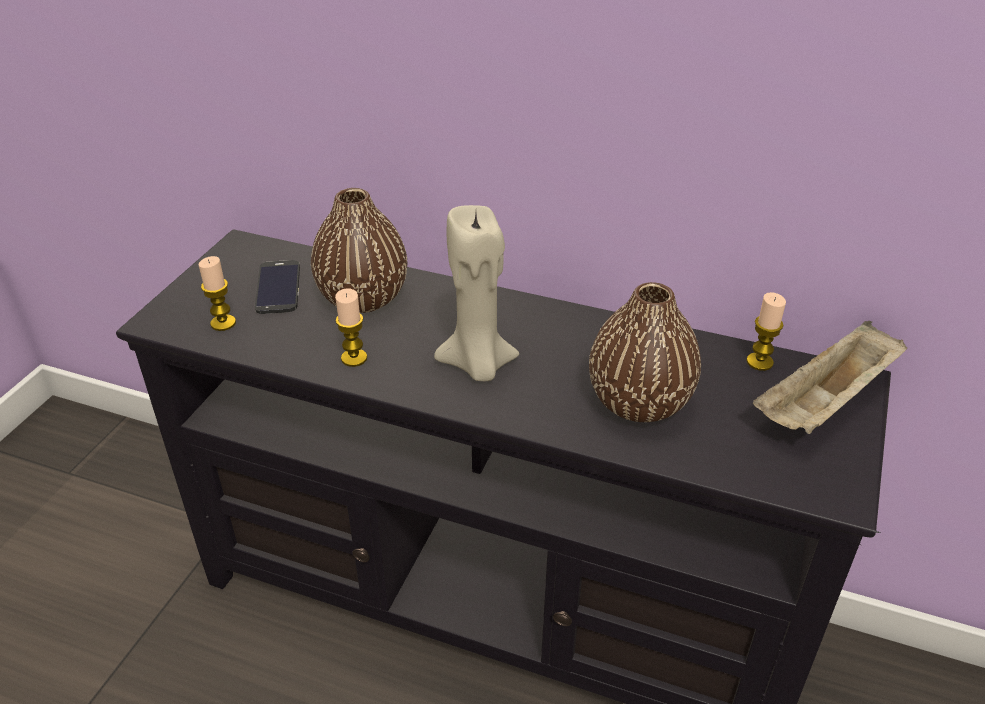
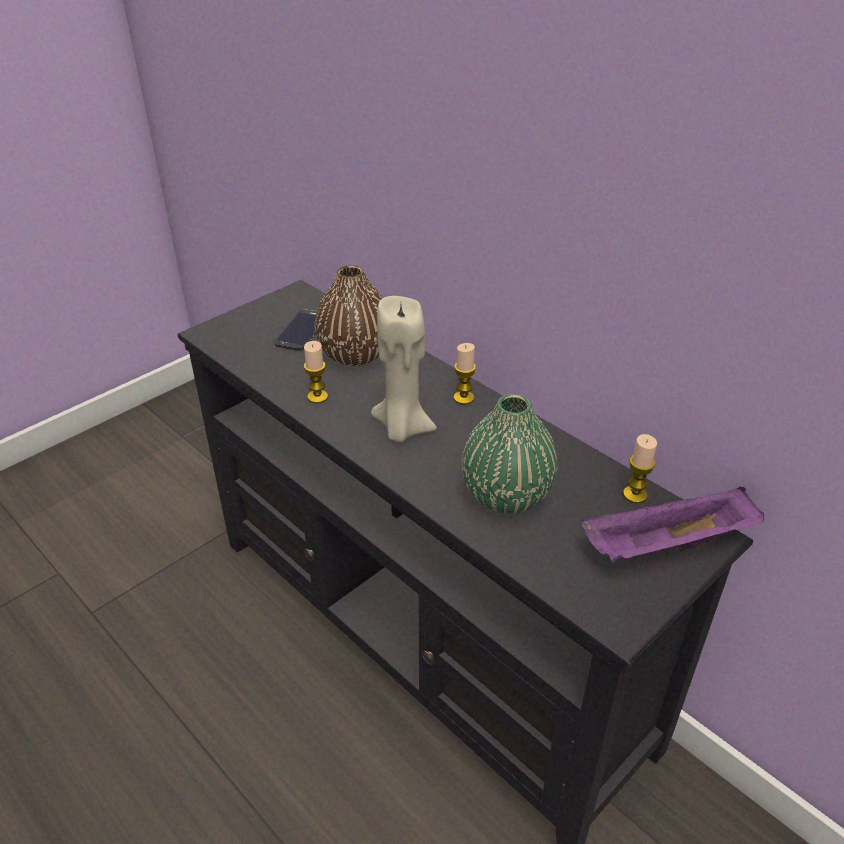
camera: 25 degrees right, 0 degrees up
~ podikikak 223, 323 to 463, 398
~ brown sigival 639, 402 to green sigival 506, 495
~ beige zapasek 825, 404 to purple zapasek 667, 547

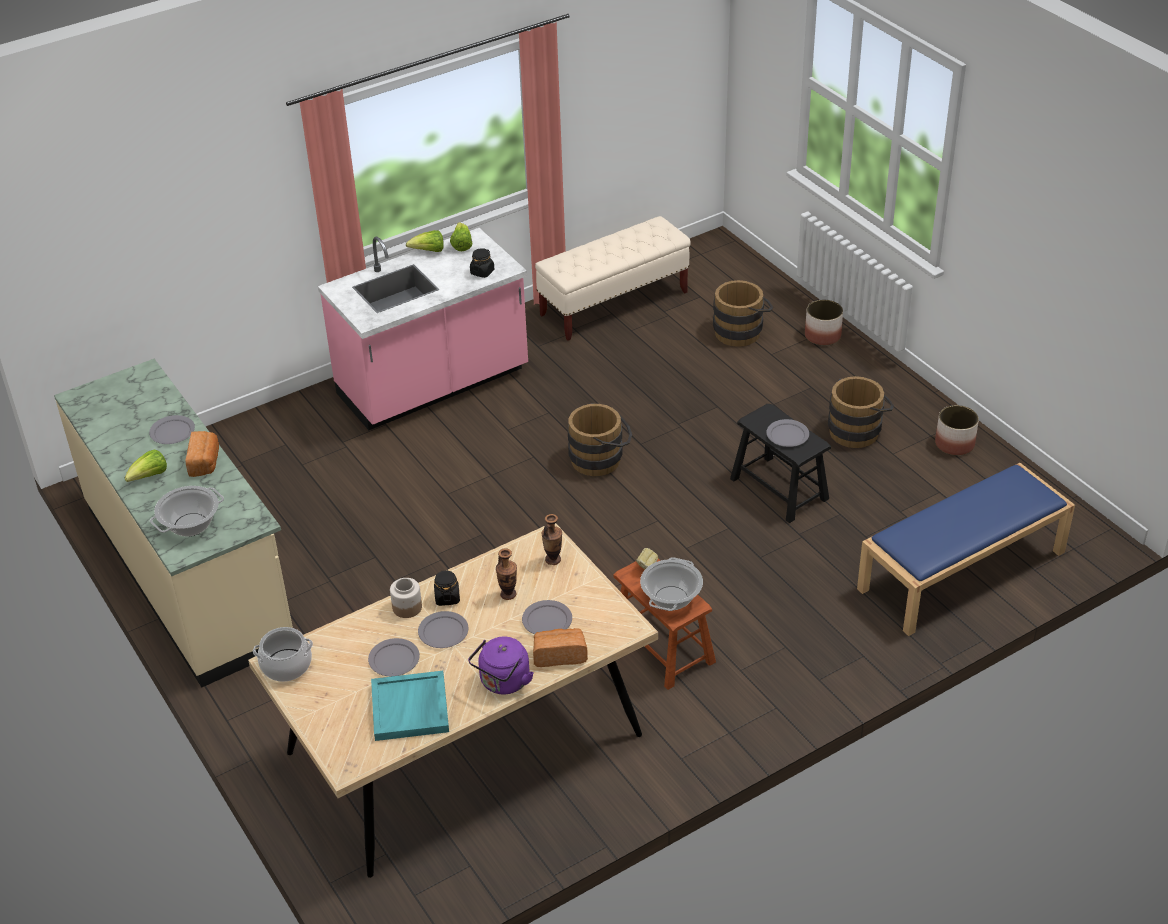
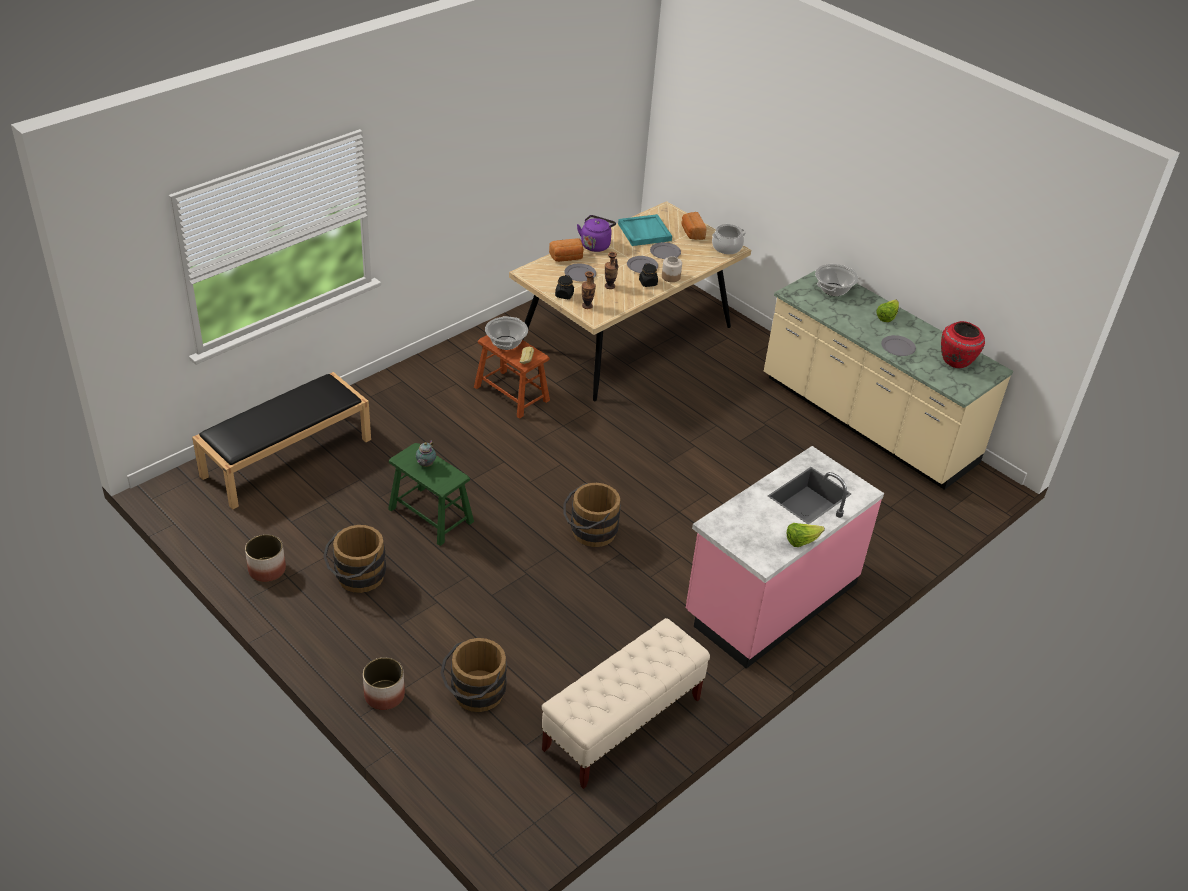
camera: 165 degrees right, 0 degrees up
~ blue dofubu 961, 571 to black dofubu 287, 457
~ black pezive 779, 489 to green pezive 431, 515
~ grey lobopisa 787, 435 to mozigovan 425, 465
~ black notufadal 482, 272 to 564, 295
~ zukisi 205, 462 to 692, 233
+ red sigival 956, 362
- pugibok 461, 245

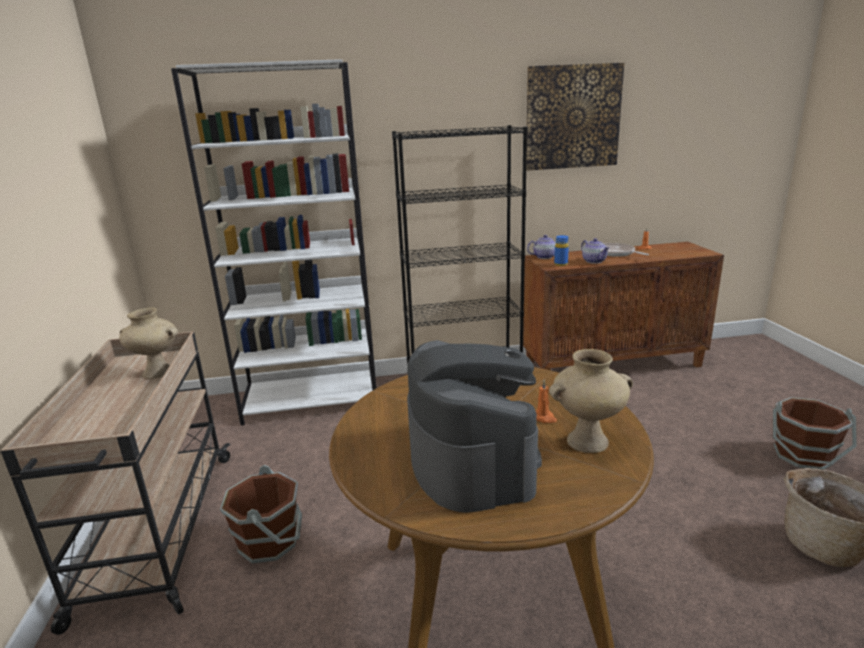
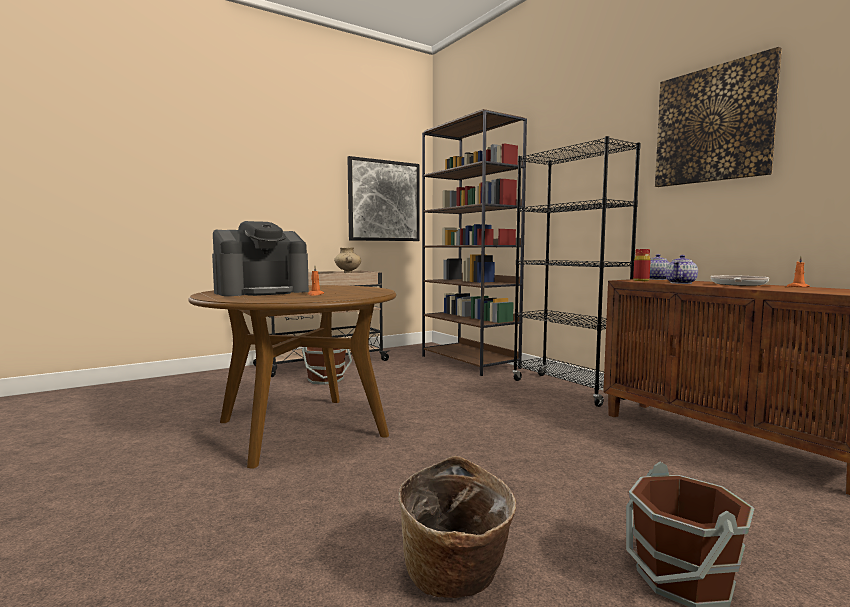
camera: 65 degrees right, 15 degrees down
+ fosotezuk 384, 201
~ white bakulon 312, 400 to brown bakulon 470, 362
~ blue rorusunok 560, 264 to red rorusunok 641, 280
- beige sigival 587, 440

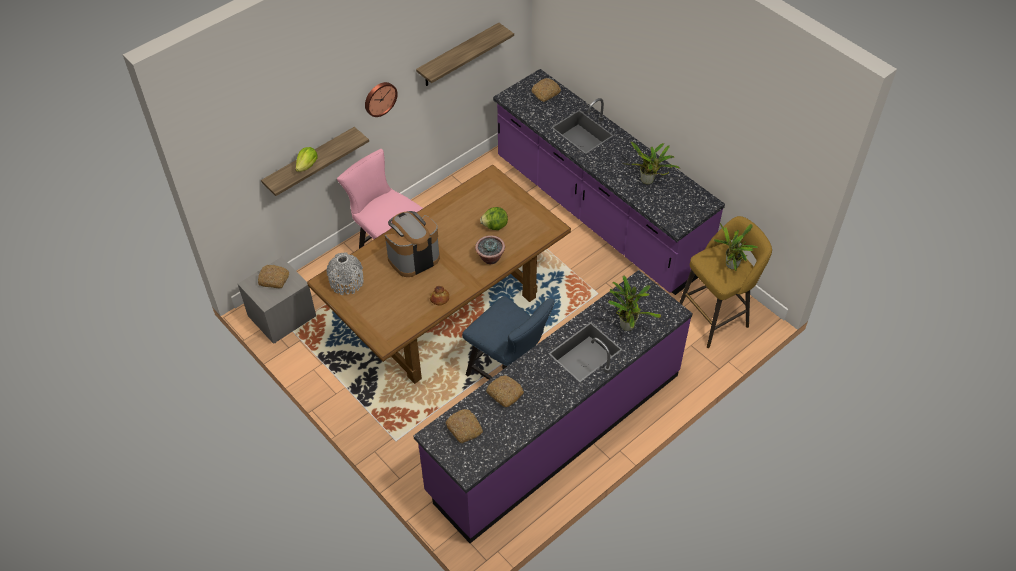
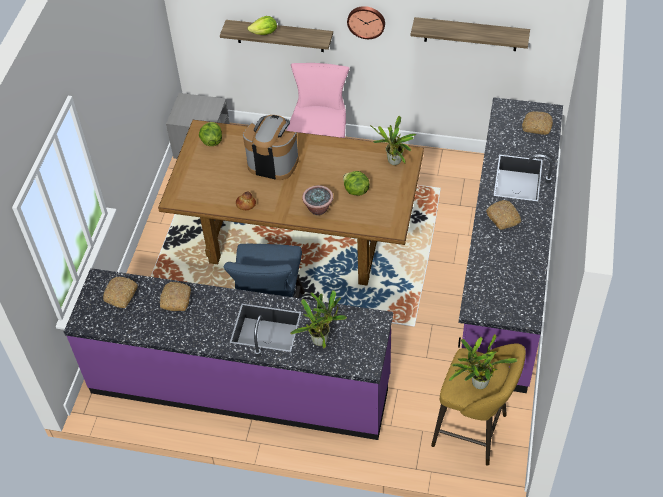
camera: 55 degrees right, 0 degrees up
~ grey sigival 346, 282 to pugibok 211, 141
~ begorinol 648, 181 to 394, 163
~ zukisi 274, 279 to 503, 218

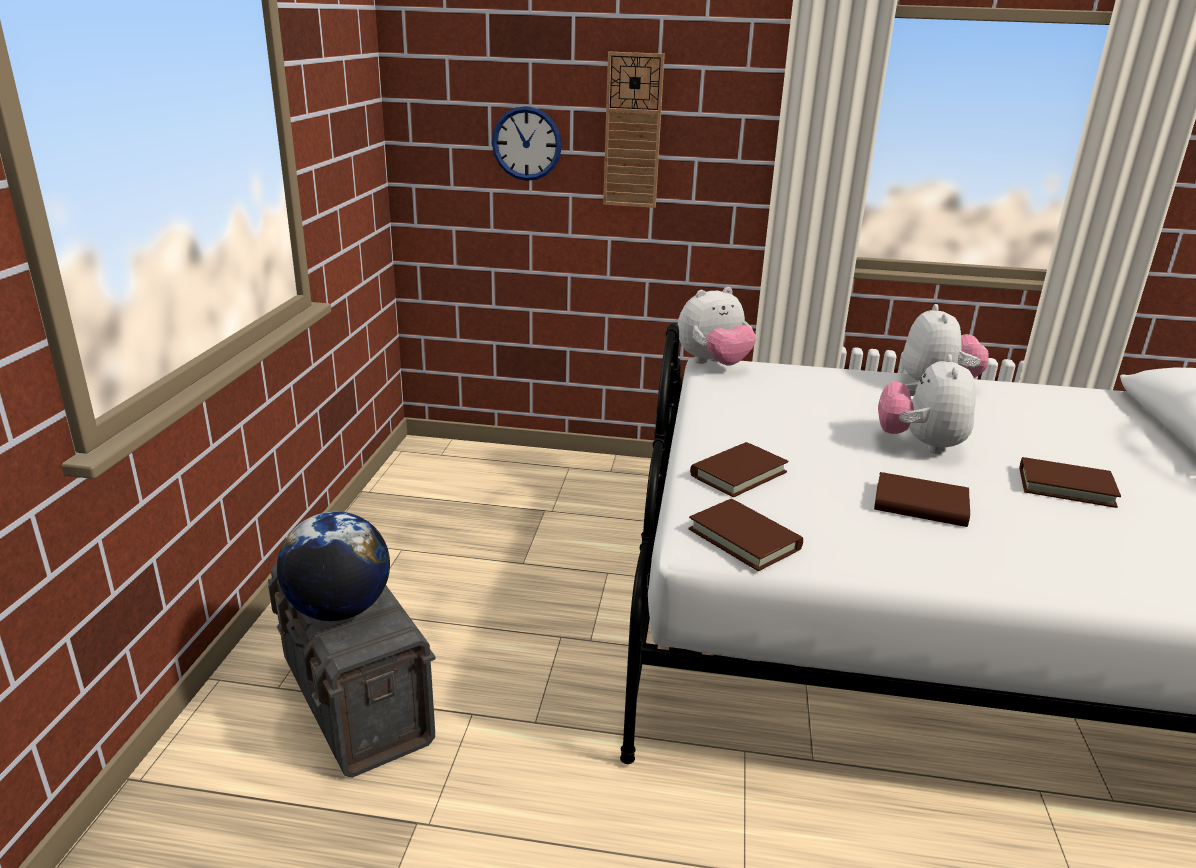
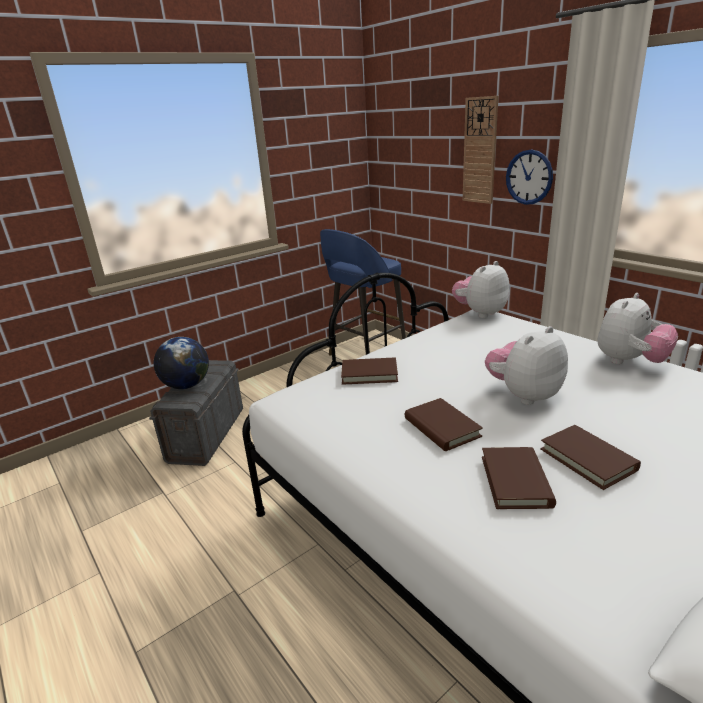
camera: 45 degrees right, 0 degrees up
+ blue pezive 365, 353
~ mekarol 713, 364 = 480, 313 120 degrees clockwise
~ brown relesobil 744, 539 to 516, 481
~ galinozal 526, 143 to 529, 177

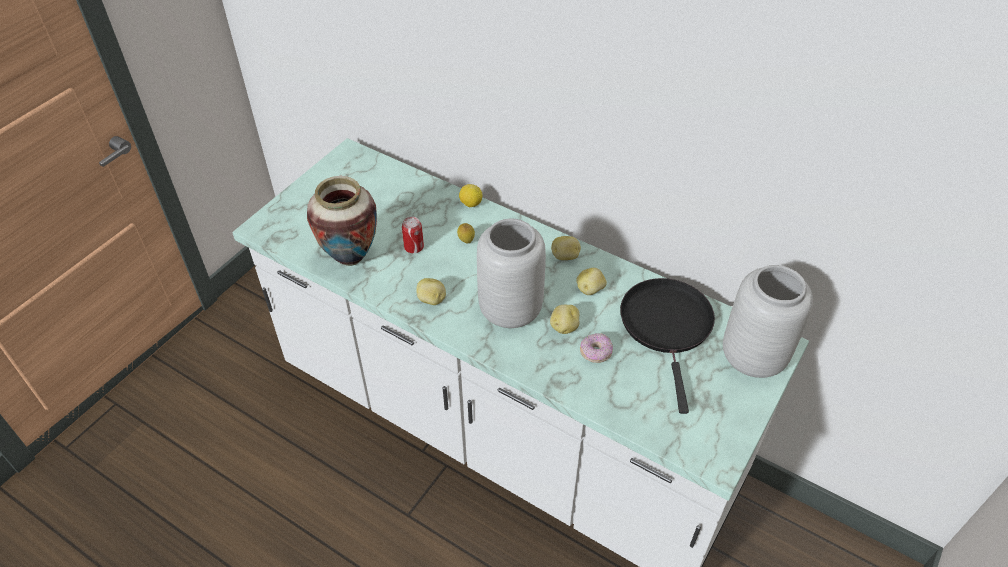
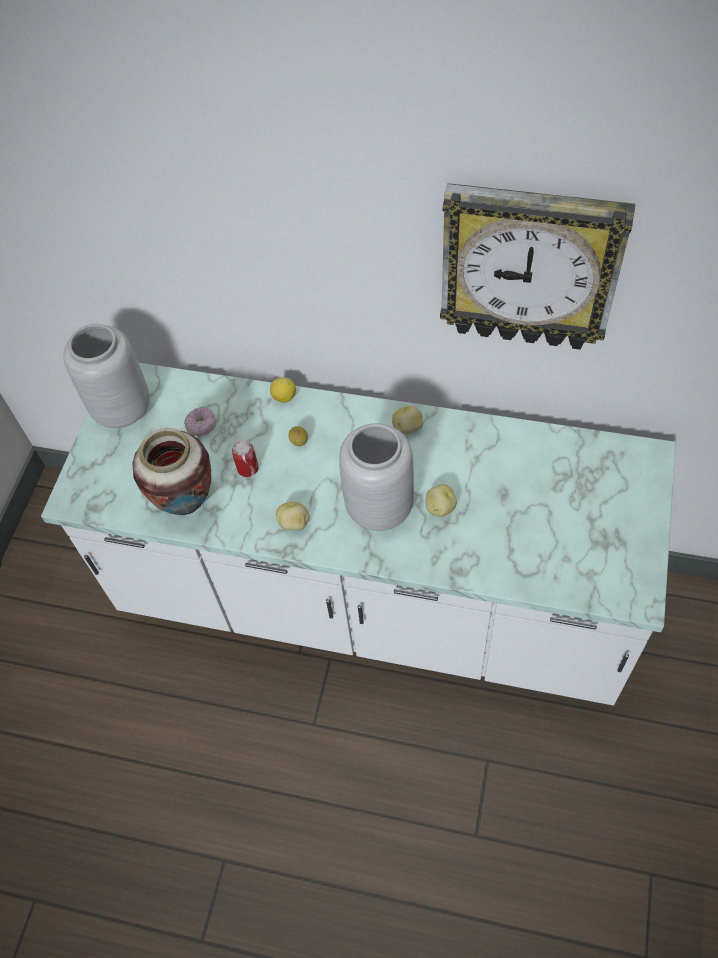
camera: 15 degrees left, 10 degrees up
~ grey sigival 751, 358 to 121, 410
~ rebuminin 596, 353 to 202, 426
+ galinozal 529, 268
- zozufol 590, 289
- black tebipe 667, 326

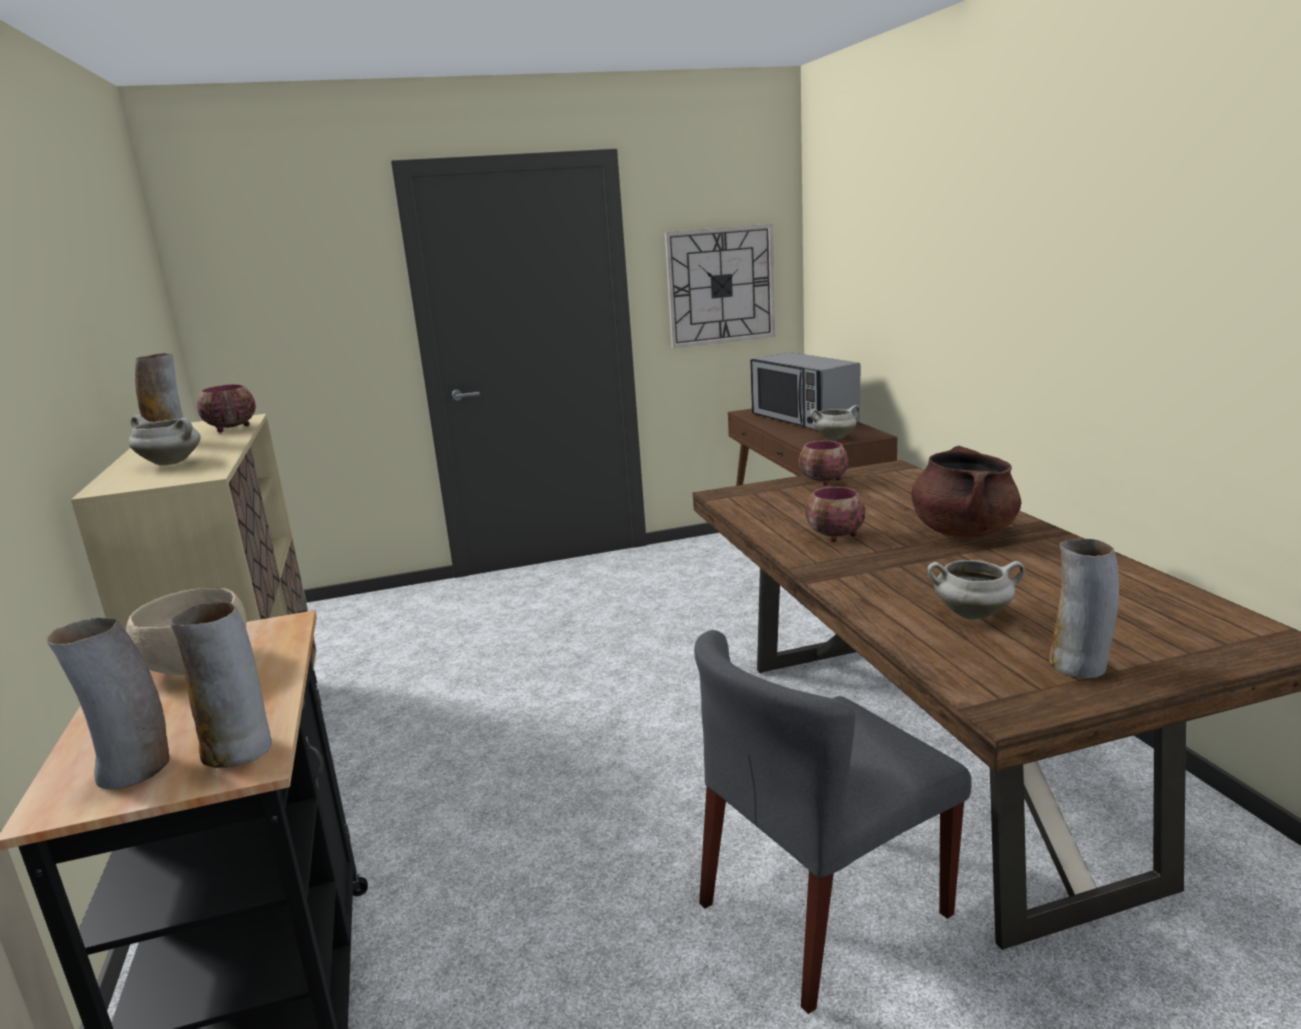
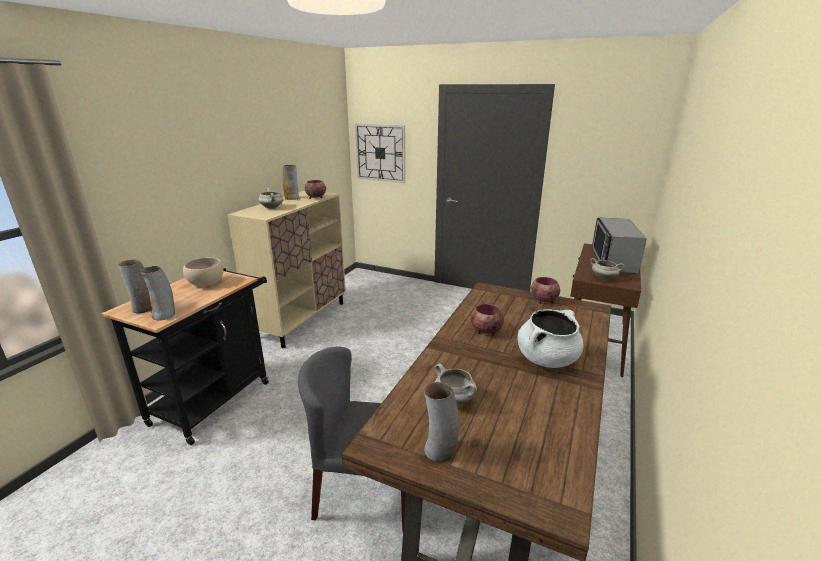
camera: 40 degrees right, 5 degrees up
~ galinozal 720, 286 to 380, 153
~ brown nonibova 963, 531 to white nonibova 547, 359

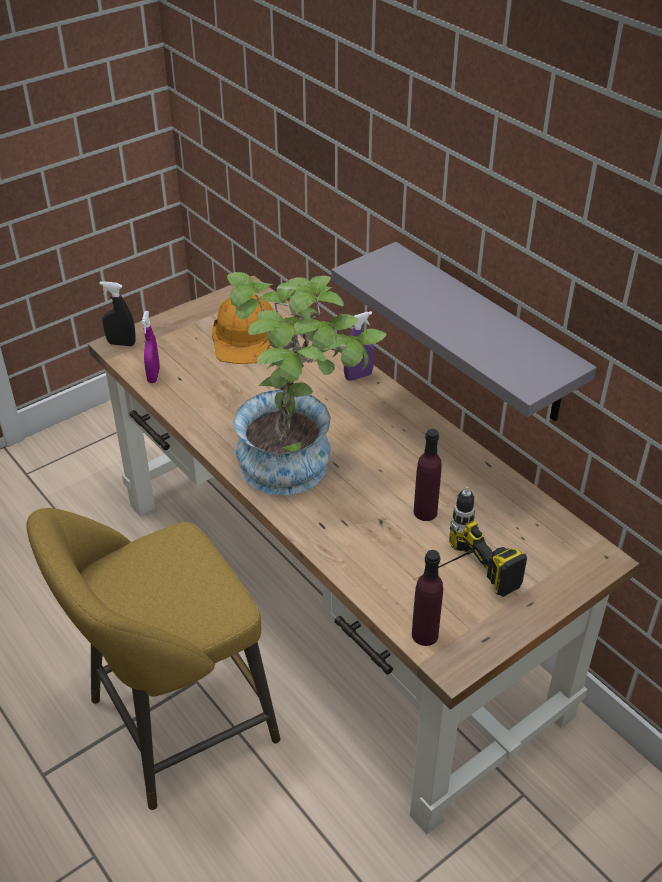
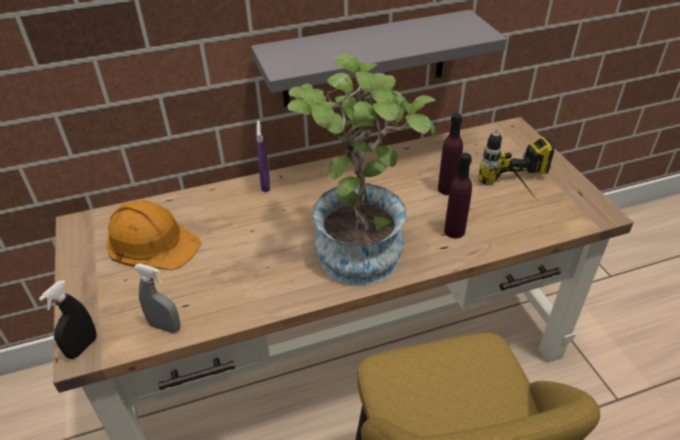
camera: 70 degrees left, 0 degrees up
~ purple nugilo 153, 375 to grey nugilo 165, 326
~ purple rorusunok 424, 635 to 454, 231

